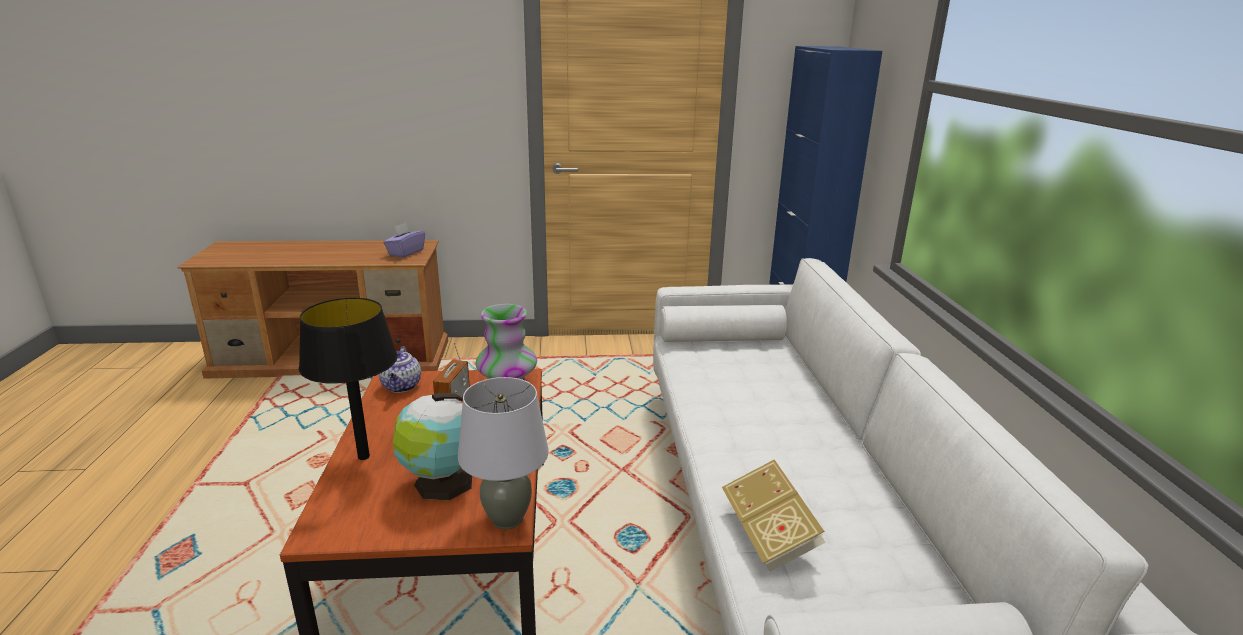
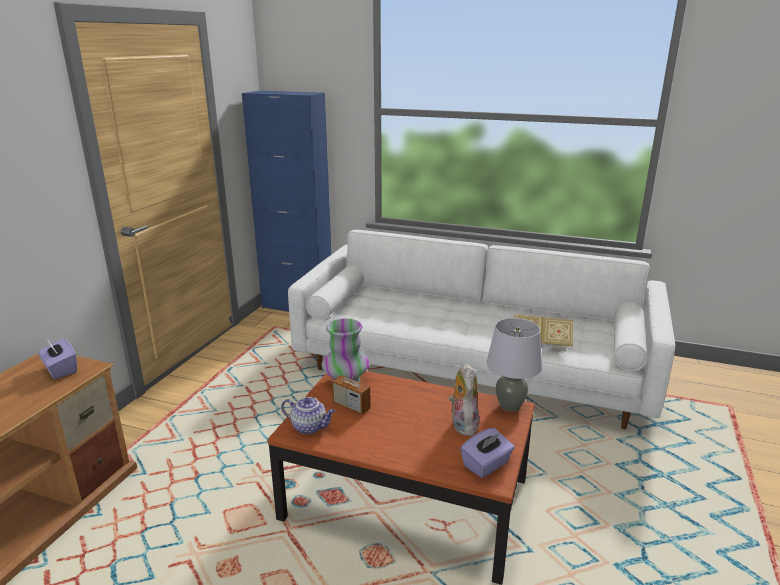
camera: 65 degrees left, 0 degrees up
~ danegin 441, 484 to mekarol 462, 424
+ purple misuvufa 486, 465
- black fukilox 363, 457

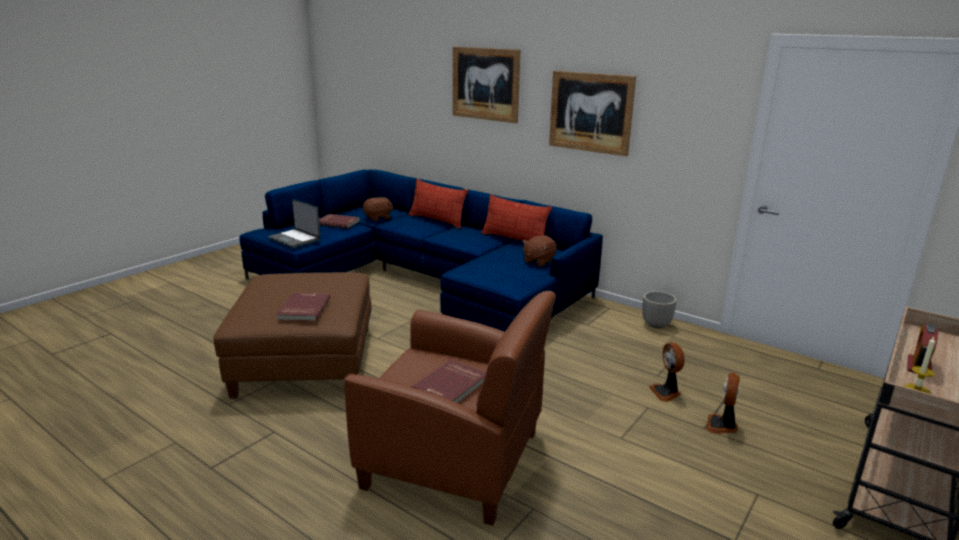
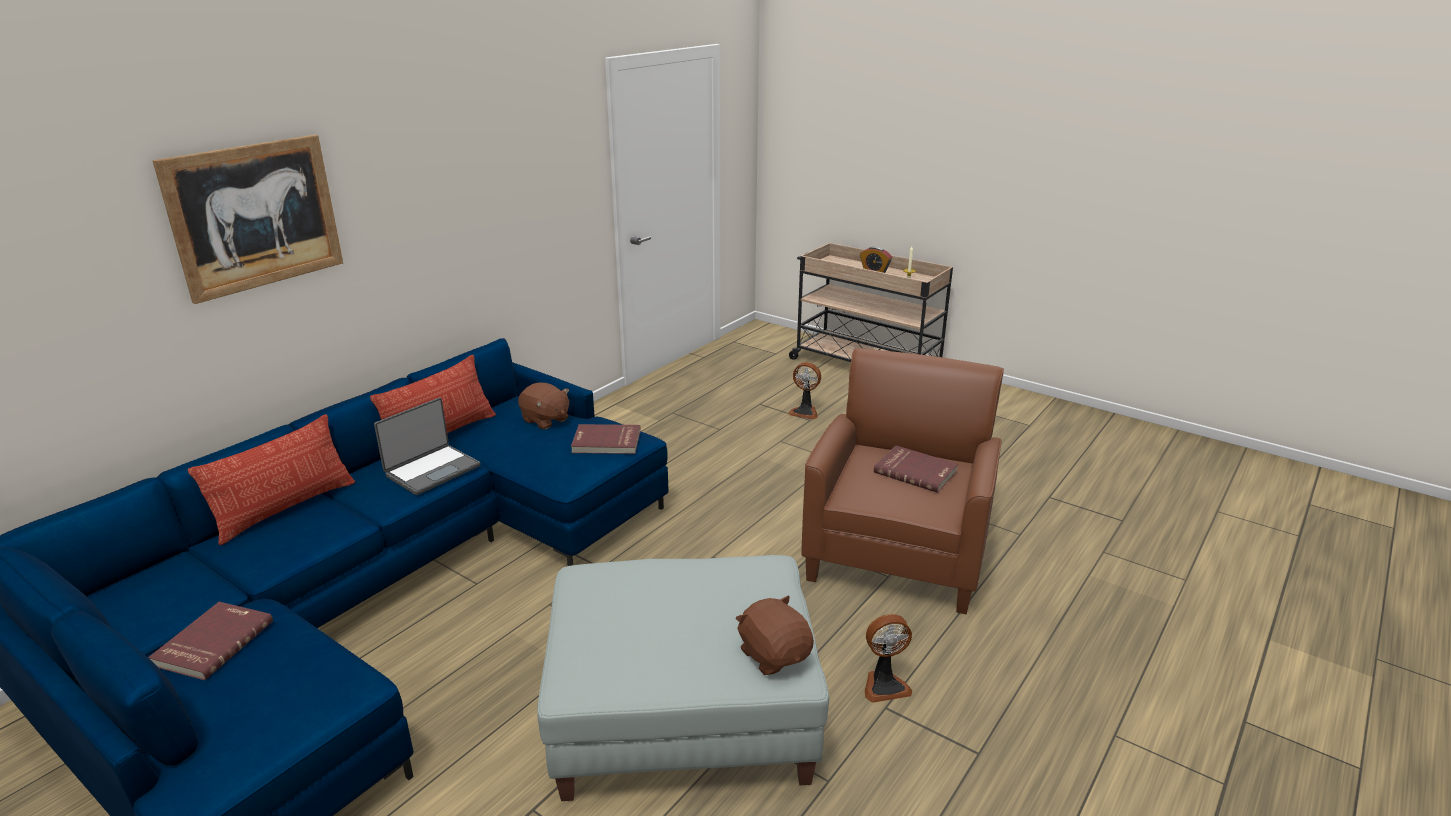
camera: 90 degrees left, 5 degrees up
~ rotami 295, 239 to 432, 470
~ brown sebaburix 306, 360 to grey sebaburix 684, 711
~ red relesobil 303, 309 to 606, 442
~ brown mekarol 378, 218 to 774, 655
~ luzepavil 666, 392 to 884, 685
- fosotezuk 590, 112
- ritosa 656, 325

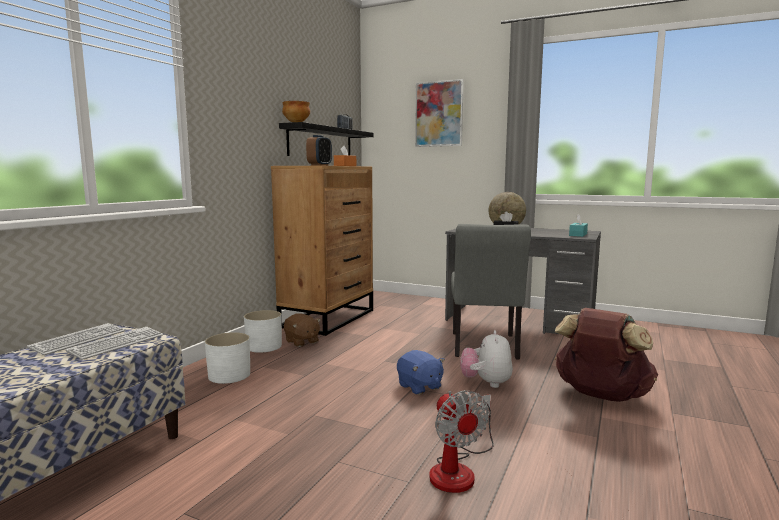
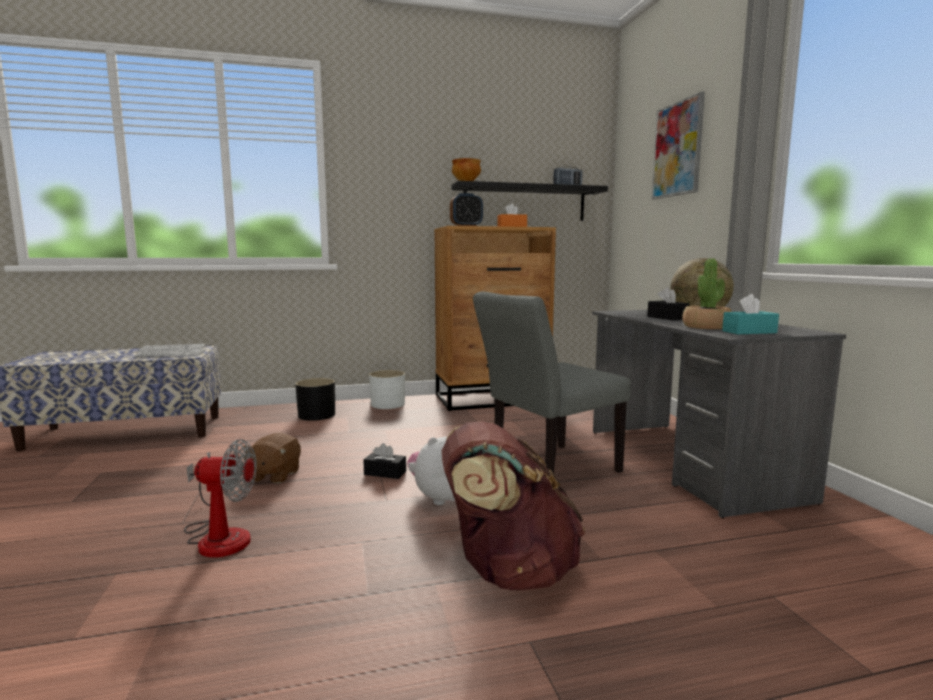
camera: 50 degrees right, 0 degrees up
~ luzepavil 459, 469 = 219, 536 120 degrees counterclockwise
~ brown mekarol 301, 342 to 274, 475
~ white ritosa 229, 375 to black ritosa 316, 415
~ blue mekarol 419, 386 to black misuvufa 385, 473
+ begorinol 706, 327

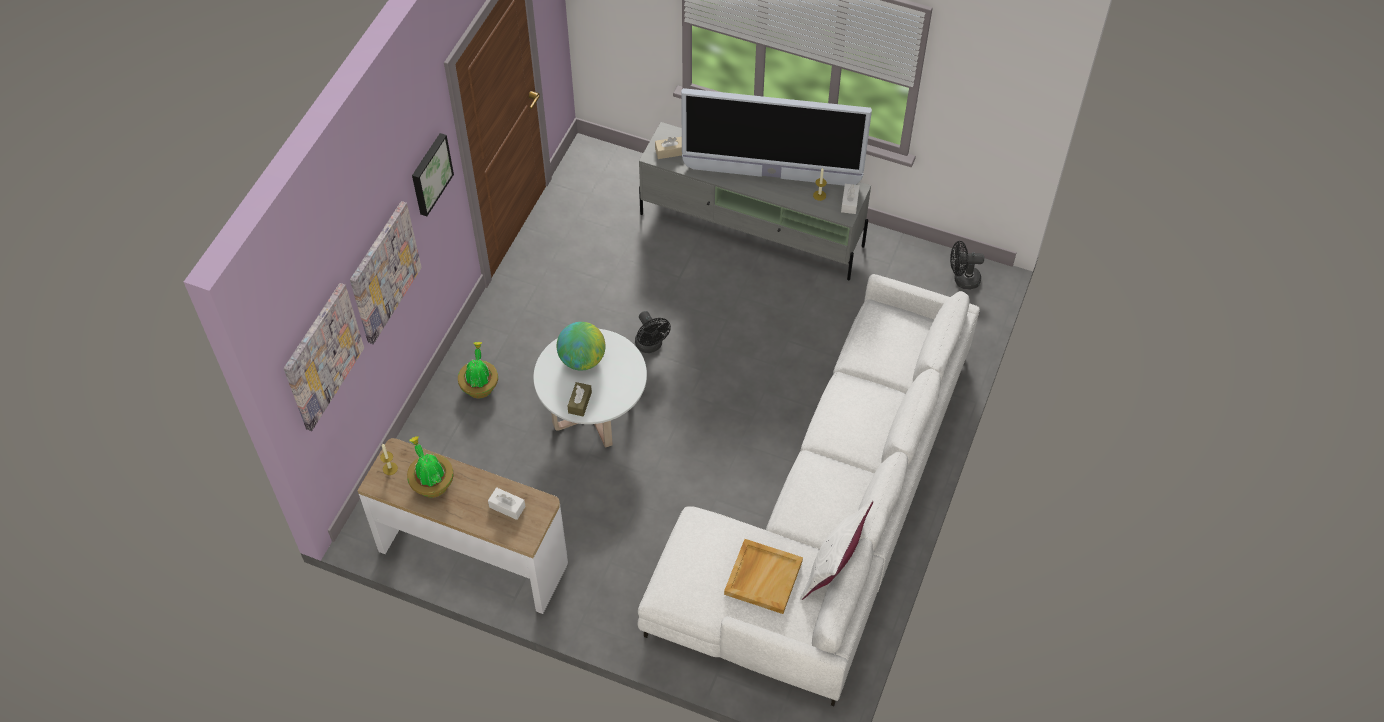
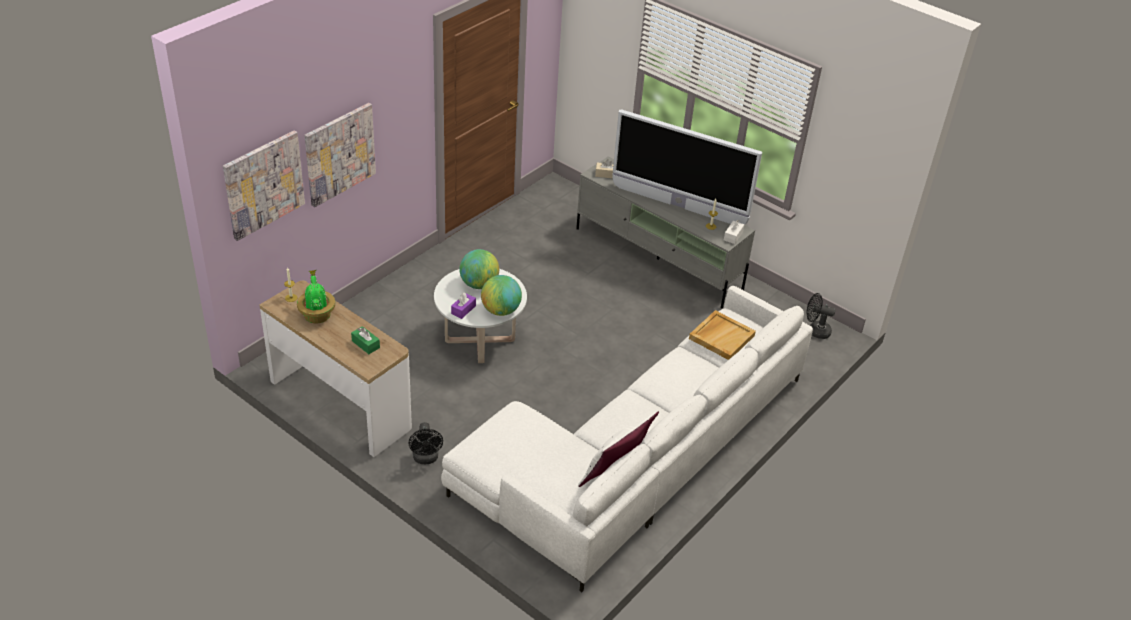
camera: 15 degrees right, 15 degrees down
~ white misuvufa 507, 507 to green misuvufa 365, 344
~ black luzepavil 651, 346 to 426, 459
~ brown misuvufa 580, 402 to purple misuvufa 463, 310
+ danegin 500, 310
~ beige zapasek 763, 577 to 721, 336
- fosotezuk 430, 173
- begorinol 480, 386

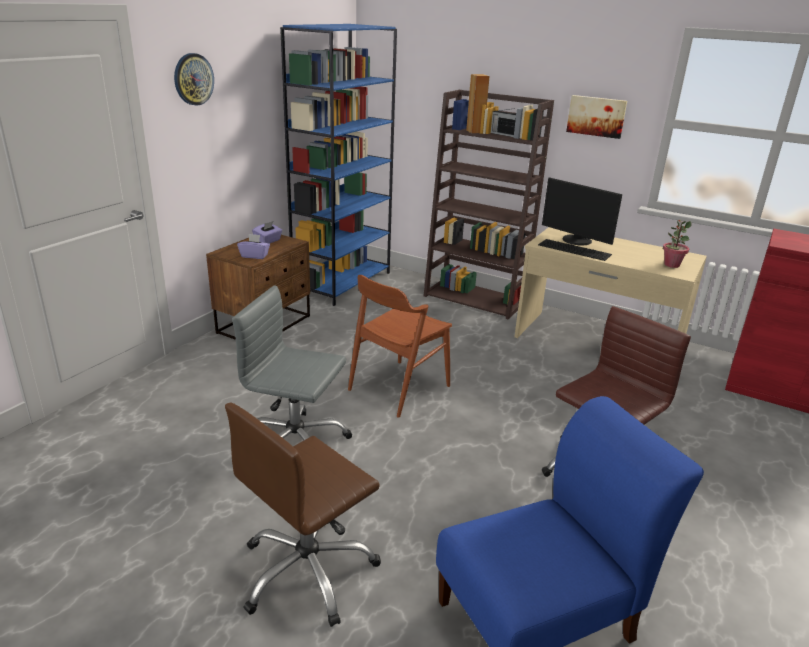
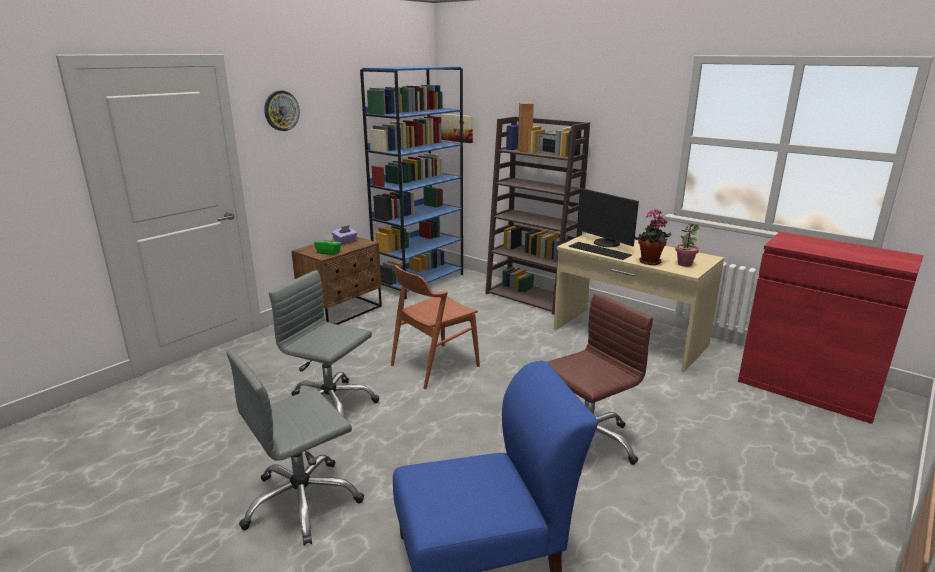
camera: 10 degrees right, 5 degrees down
~ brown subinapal 308, 571 to grey subinapal 302, 502
~ purple misuvufa 254, 256 to green misuvufa 328, 252
~ fosotezuk 596, 116 to 457, 128
+ begorinol 649, 263

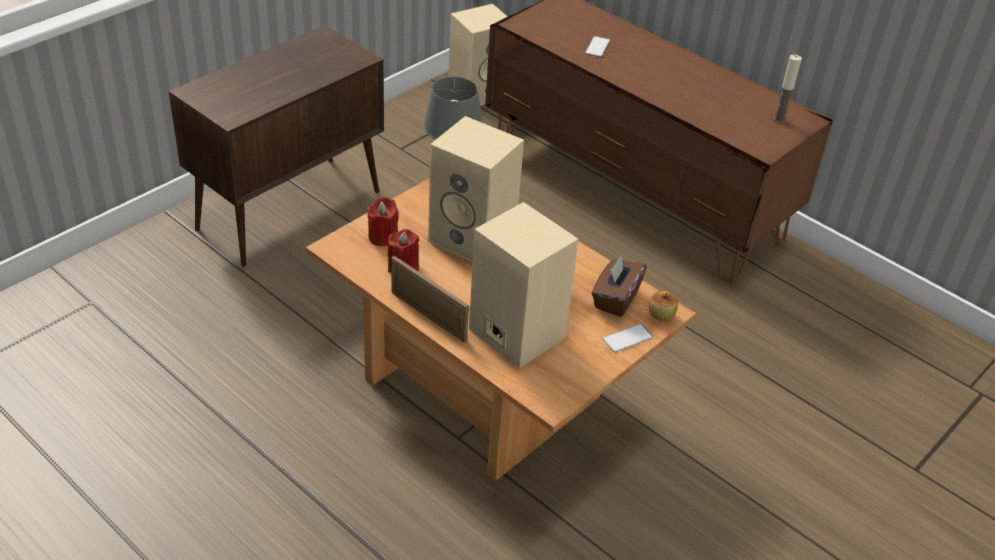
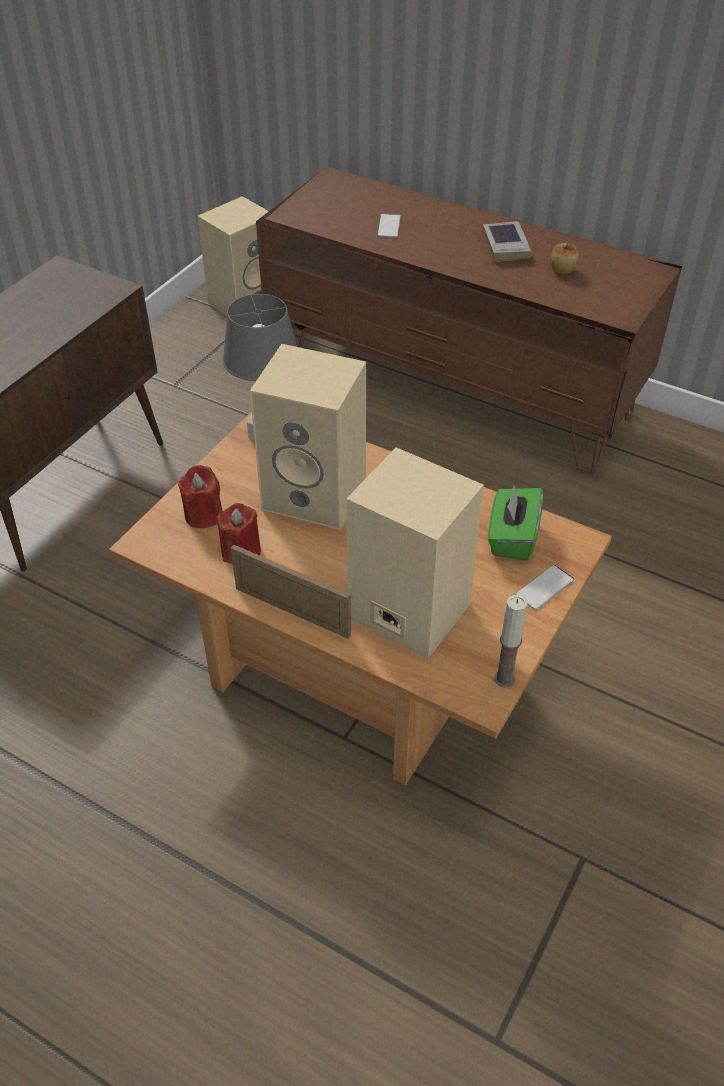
camera: 10 degrees left, 5 degrees up
+ relesobil 506, 246
~ brown misuvufa 615, 299 to green misuvufa 512, 538
~ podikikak 779, 119 to 504, 679
~ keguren 661, 315 to 562, 270

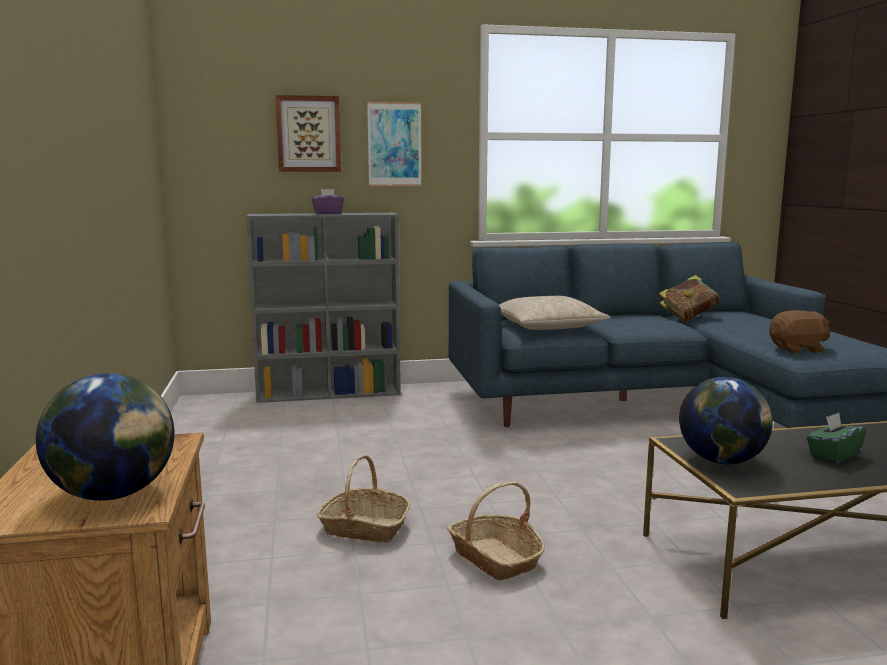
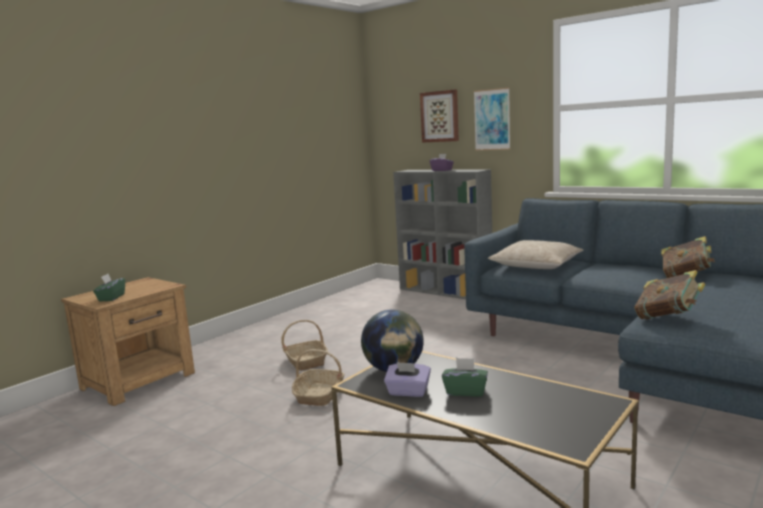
camera: 50 degrees right, 0 degrees up
~ danegin 114, 494 to green misuvufa 111, 298
+ purple misuvufa 408, 392
~ brown mekarol 798, 349 to relesobil 668, 318

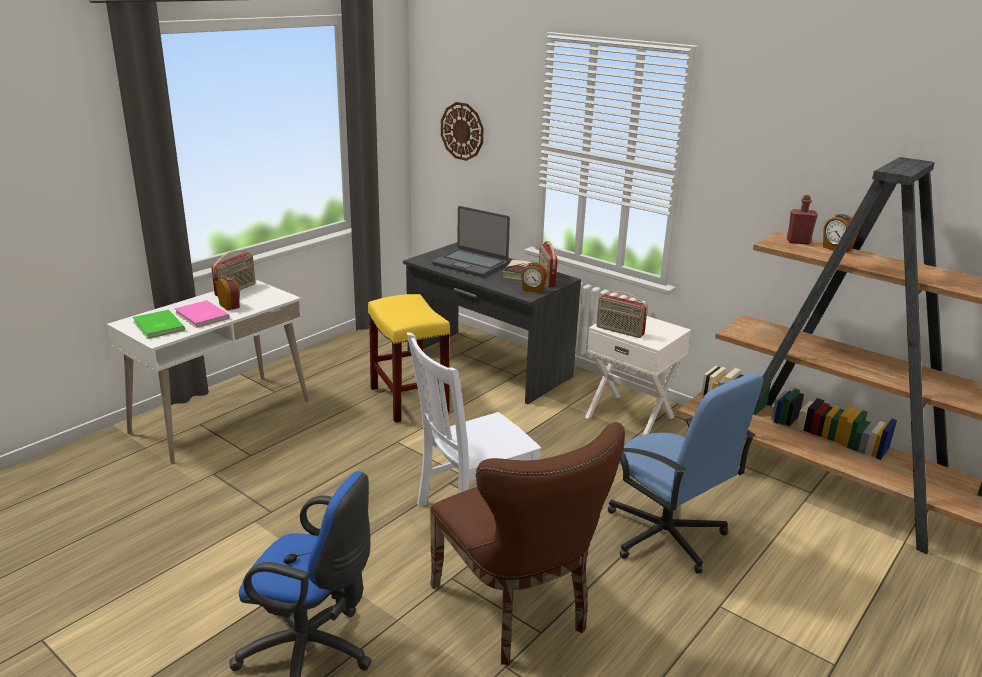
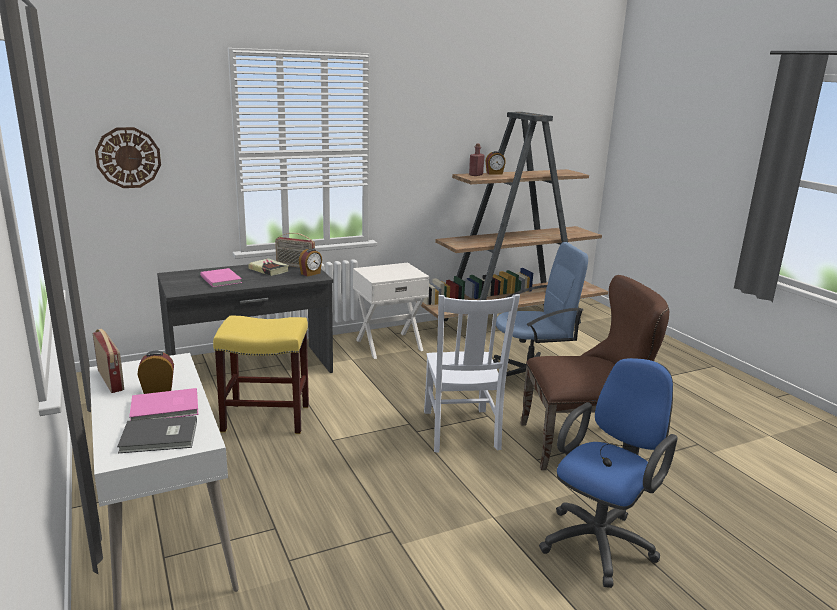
camera: 65 degrees left, 5 degrees down
~ green relesobil 157, 326 to grey relesobil 160, 438
~ rotami 470, 264 to pink relesobil 222, 279
- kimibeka 619, 331

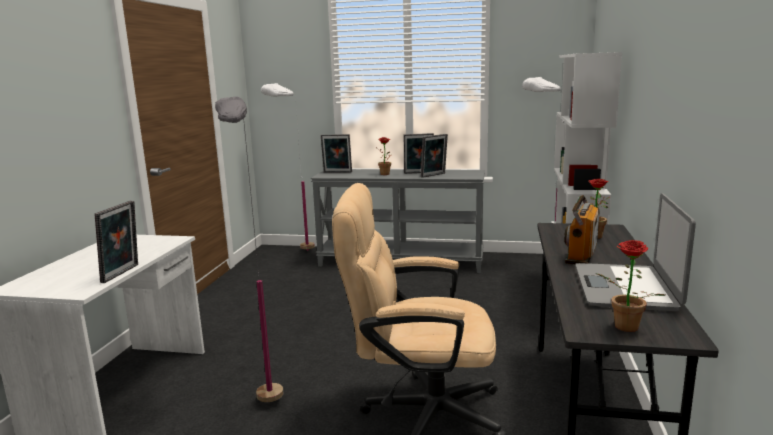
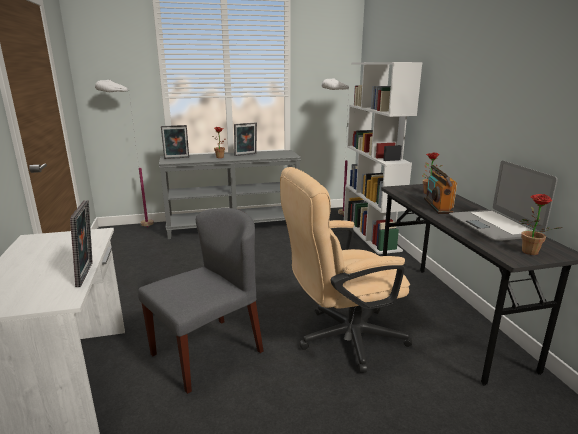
camera: 25 degrees left, 5 degrees up
~ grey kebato 262, 391 to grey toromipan 207, 352
- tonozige 434, 175

